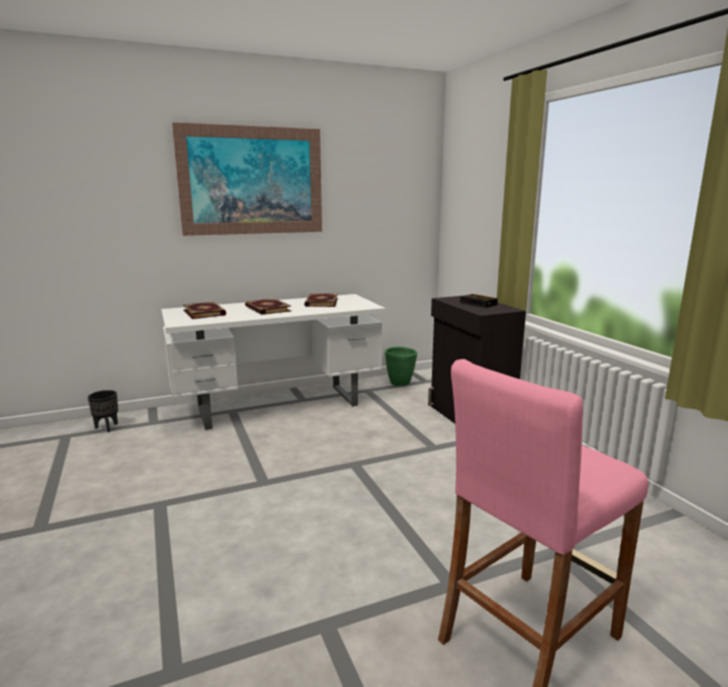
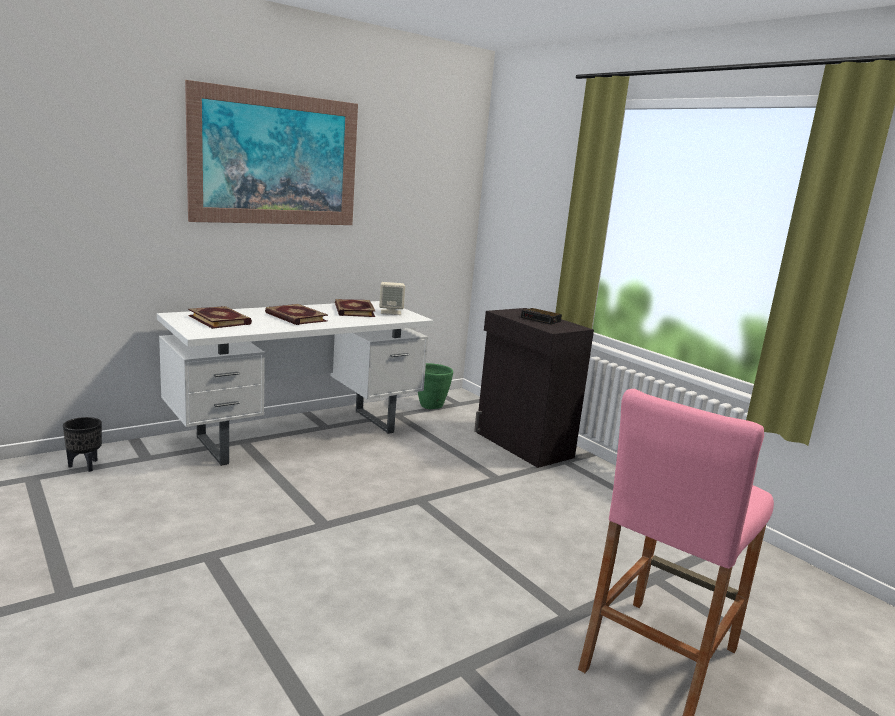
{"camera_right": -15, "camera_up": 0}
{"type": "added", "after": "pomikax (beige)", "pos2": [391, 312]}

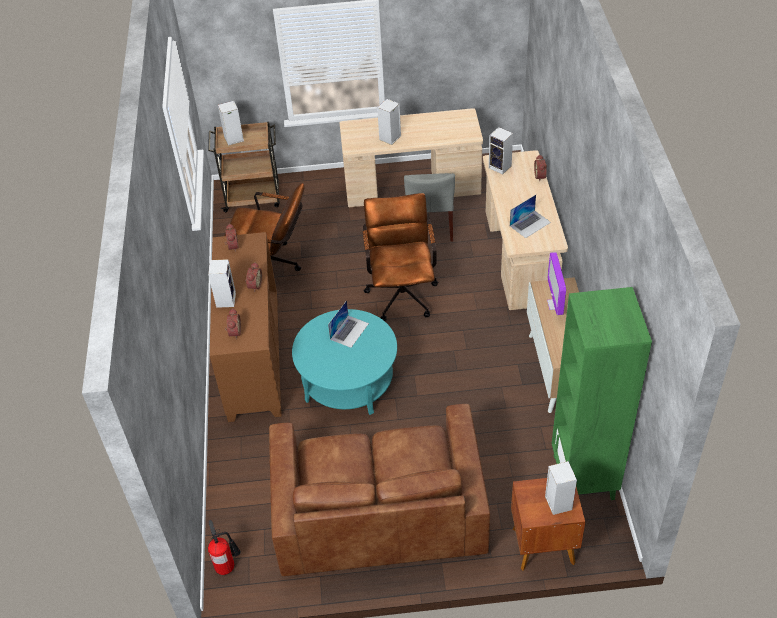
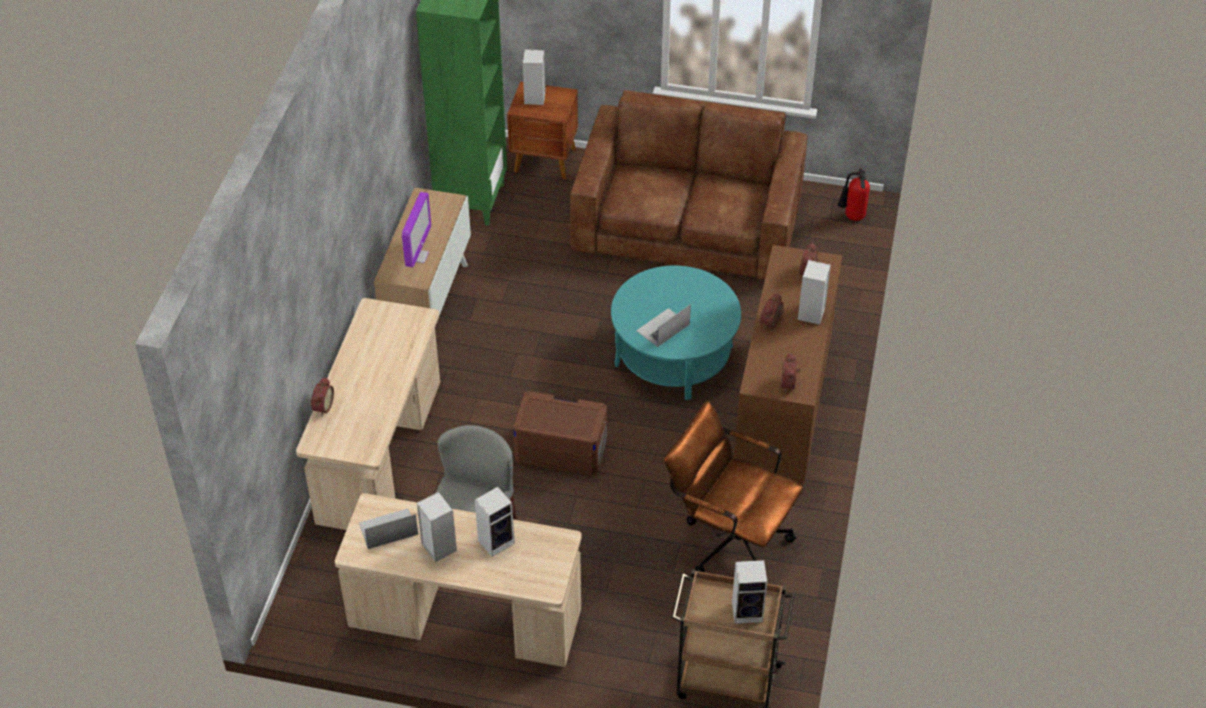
{"camera_right": -165, "camera_up": 0}
{"type": "moved", "before": "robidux", "pos1": [530, 224], "pos2": [388, 529]}
{"type": "moved", "before": "pomikax", "pos1": [501, 167], "pos2": [437, 546]}
{"type": "replaced", "before": "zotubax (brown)", "after": "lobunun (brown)", "pos1": [402, 291], "pos2": [560, 449]}

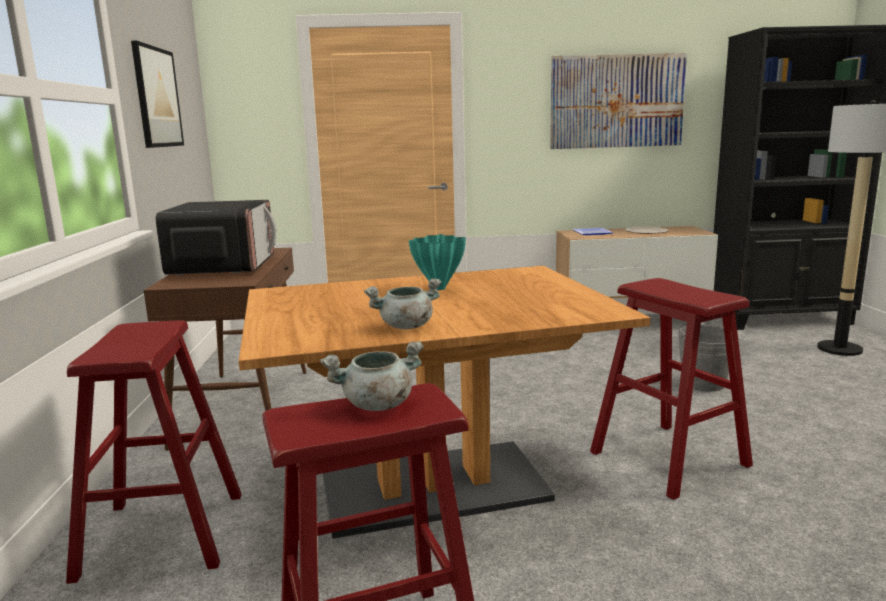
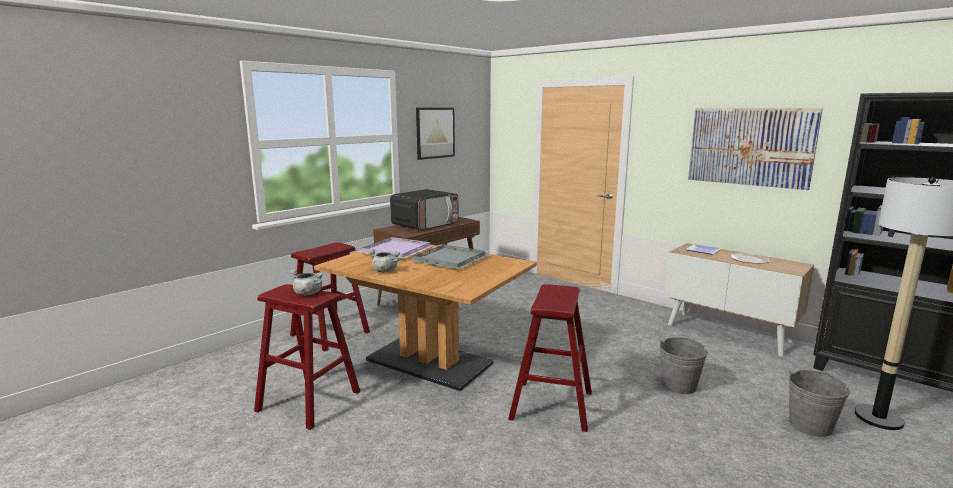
{"camera_right": 45, "camera_up": 0}
{"type": "added", "after": "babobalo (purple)", "pos2": [397, 251]}
{"type": "replaced", "before": "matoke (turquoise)", "after": "babobalo (grey)", "pos1": [439, 289], "pos2": [450, 259]}
{"type": "added", "after": "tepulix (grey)", "pos2": [810, 425]}

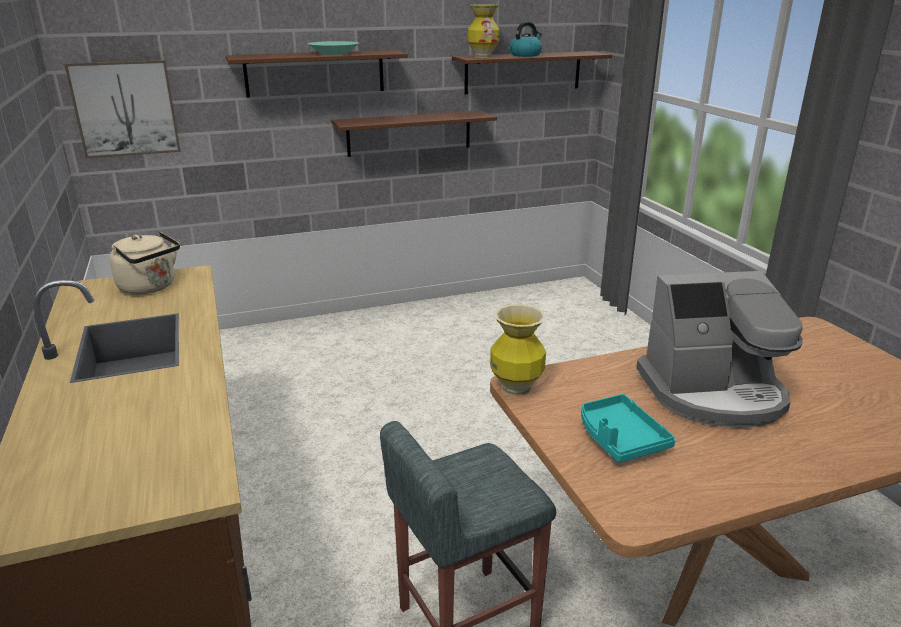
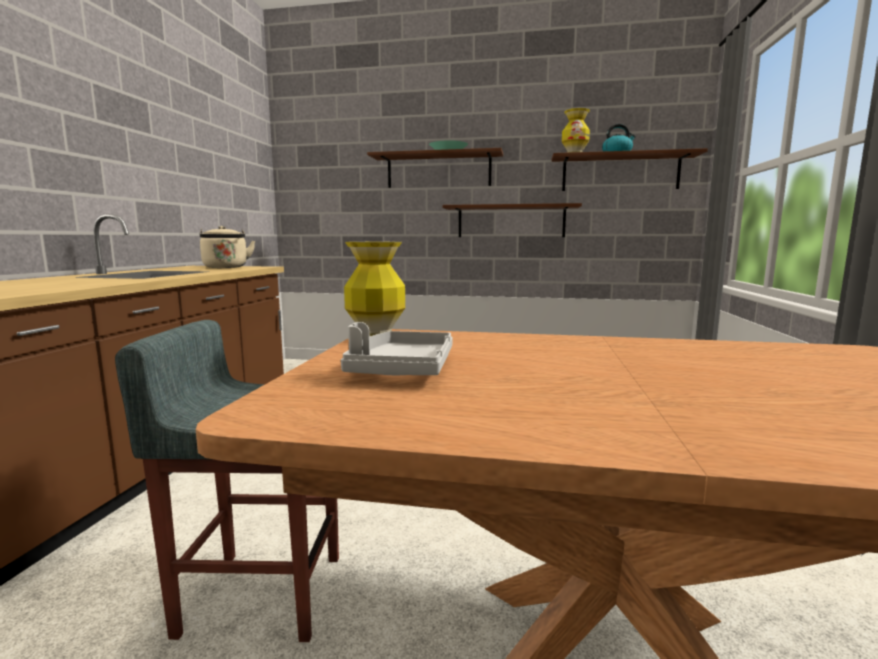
{"camera_right": 30, "camera_up": -15}
{"type": "recoloured", "before": "babobalo (turquoise)", "after": "babobalo (grey)", "pos1": [620, 438], "pos2": [402, 369]}
{"type": "removed", "before": "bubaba", "pos1": [125, 108]}
{"type": "removed", "before": "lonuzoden", "pos1": [713, 393]}

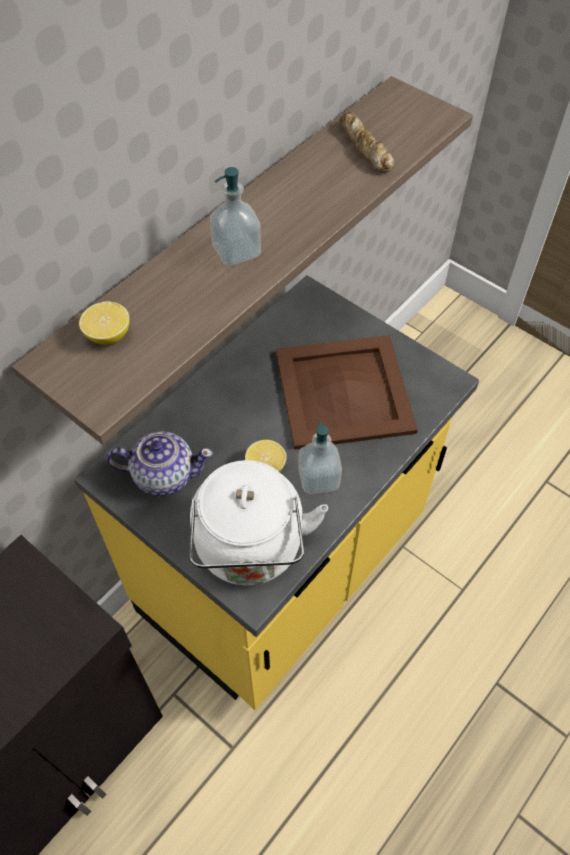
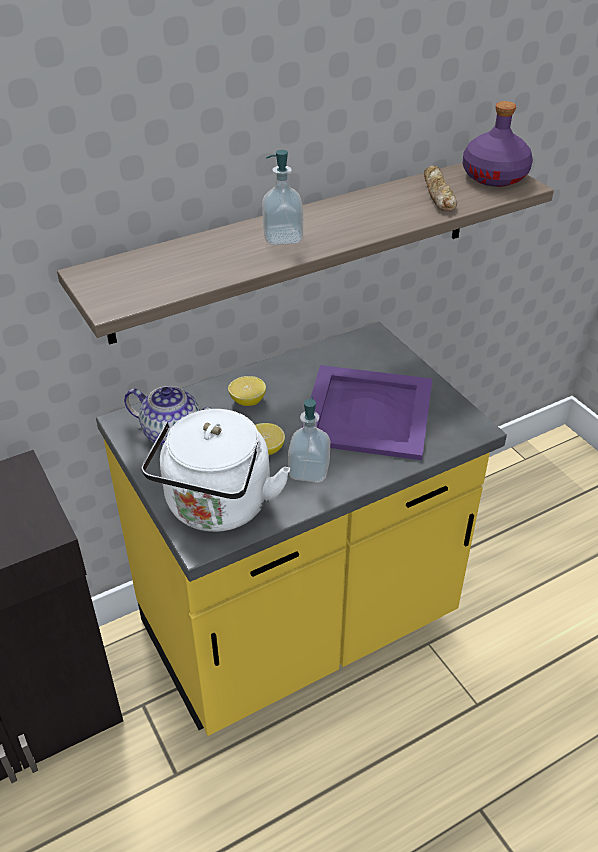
{"camera_right": 20, "camera_up": -15}
{"type": "moved", "before": "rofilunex", "pos1": [108, 335], "pos2": [247, 401]}
{"type": "recoloured", "before": "babobalo (brown)", "after": "babobalo (purple)", "pos1": [342, 390], "pos2": [366, 411]}
{"type": "added", "after": "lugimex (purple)", "pos2": [494, 176]}

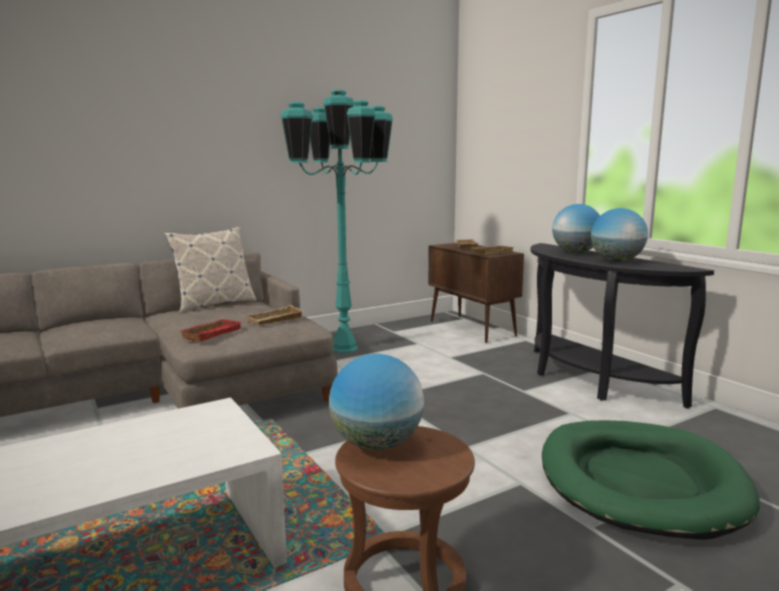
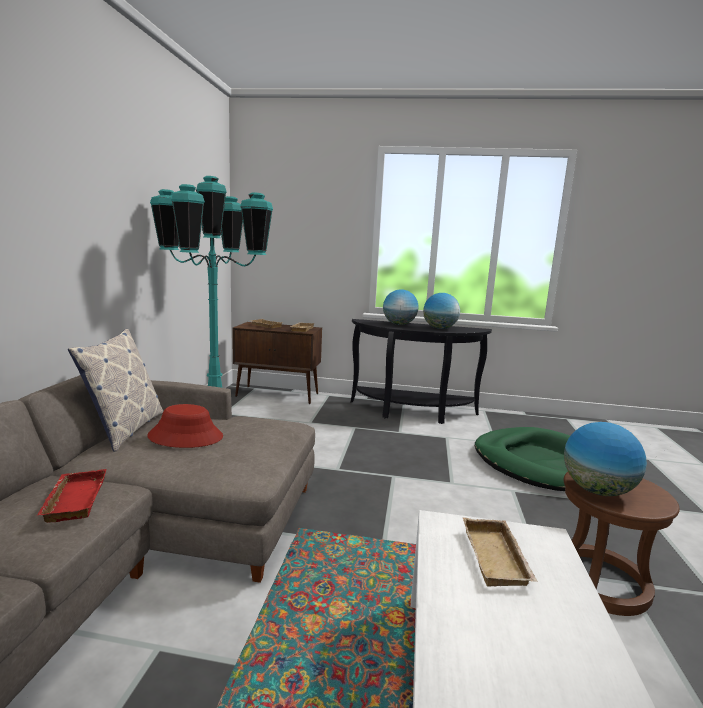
{"camera_right": -50, "camera_up": 0}
{"type": "moved", "before": "babobalo (red)", "pos1": [211, 333], "pos2": [73, 500]}
{"type": "added", "after": "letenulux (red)", "pos2": [186, 436]}
{"type": "moved", "before": "babobalo (beige)", "pos1": [275, 320], "pos2": [498, 558]}

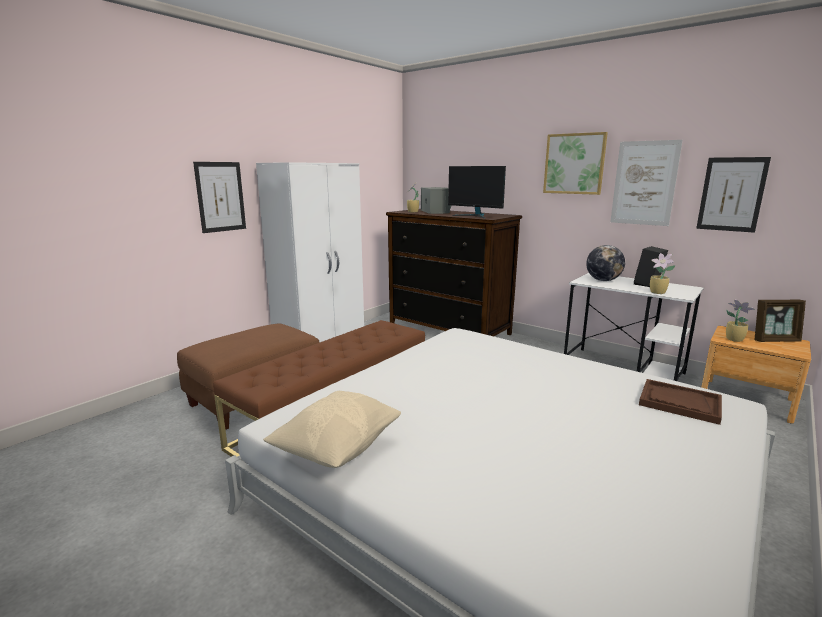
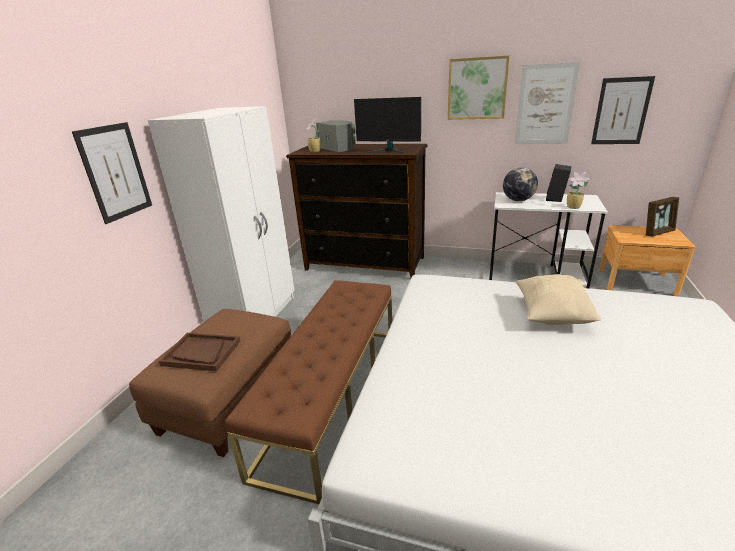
{"camera_right": -20, "camera_up": 10}
{"type": "moved", "before": "babobalo (brown)", "pos1": [679, 403], "pos2": [201, 353]}
{"type": "moved", "before": "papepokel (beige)", "pos1": [337, 449], "pos2": [552, 315]}
{"type": "removed", "before": "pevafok", "pos1": [733, 339]}

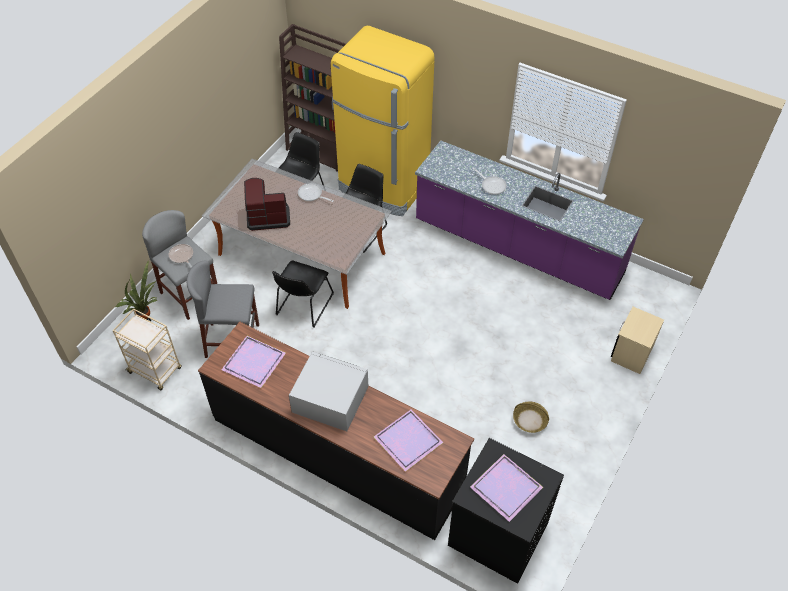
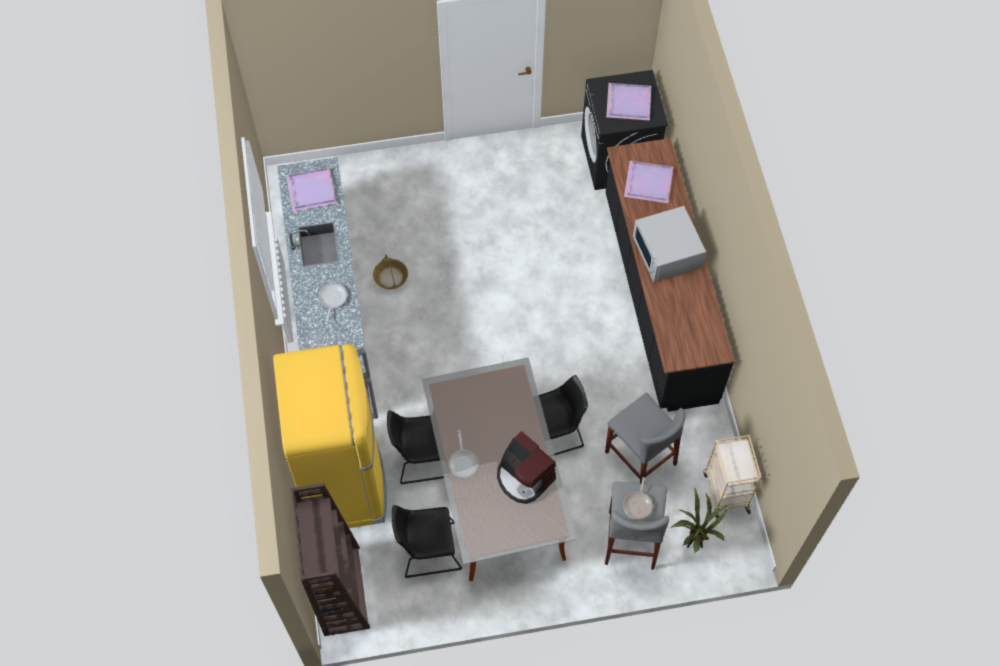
{"camera_right": -130, "camera_up": 10}
{"type": "moved", "before": "babobalo (purple)", "pos1": [254, 363], "pos2": [312, 189]}
{"type": "moved", "before": "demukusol", "pos1": [529, 420], "pos2": [391, 277]}
{"type": "removed", "before": "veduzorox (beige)", "pos1": [631, 353]}

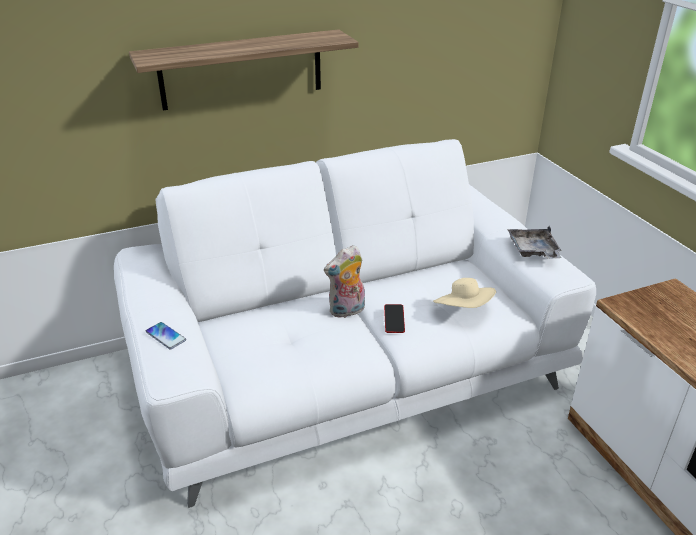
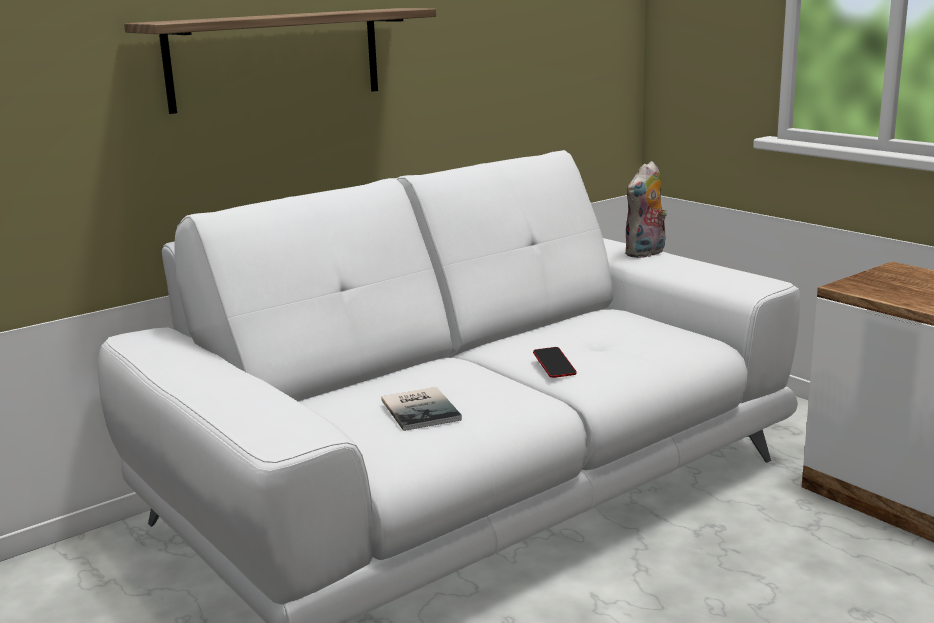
{"camera_right": -15, "camera_up": -15}
{"type": "added", "after": "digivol", "pos2": [422, 409]}
{"type": "moved", "before": "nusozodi", "pos1": [347, 311], "pos2": [646, 253]}
{"type": "removed", "before": "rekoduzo", "pos1": [165, 336]}
{"type": "removed", "before": "letenulux (beige)", "pos1": [463, 310]}
{"type": "removed", "before": "babobalo (grey)", "pos1": [533, 251]}

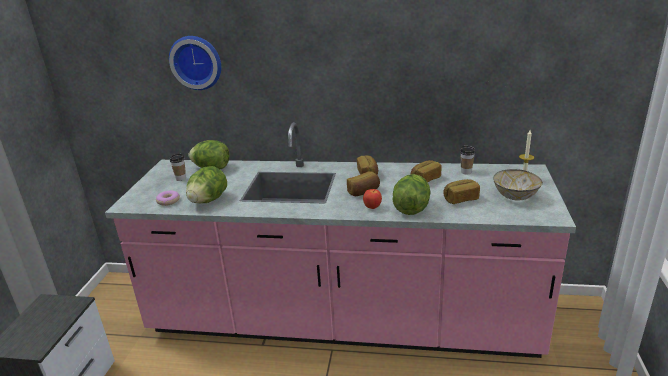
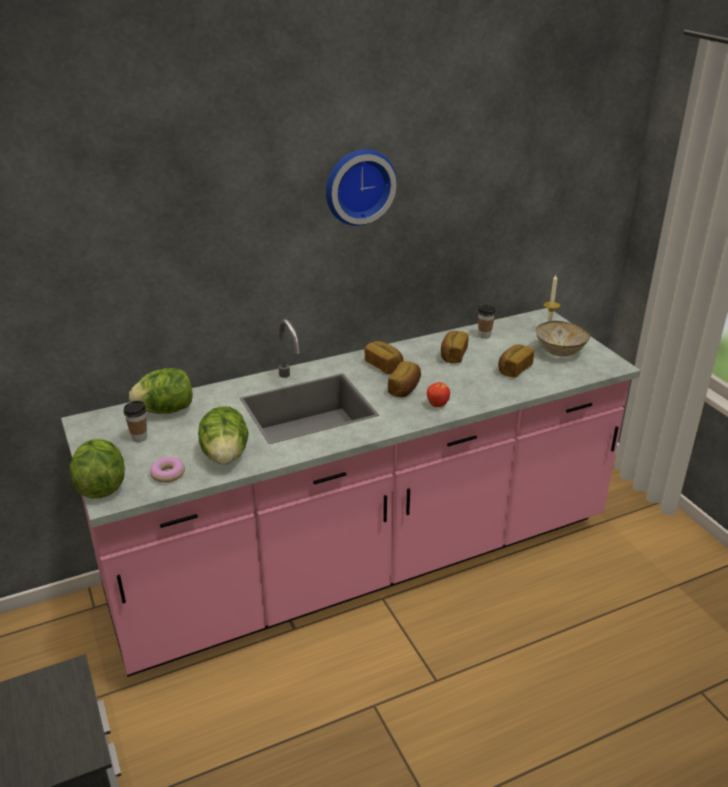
{"camera_right": -35, "camera_up": 5}
{"type": "moved", "before": "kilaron", "pos1": [411, 209], "pos2": [101, 486]}
{"type": "moved", "before": "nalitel", "pos1": [197, 62], "pos2": [358, 186]}

